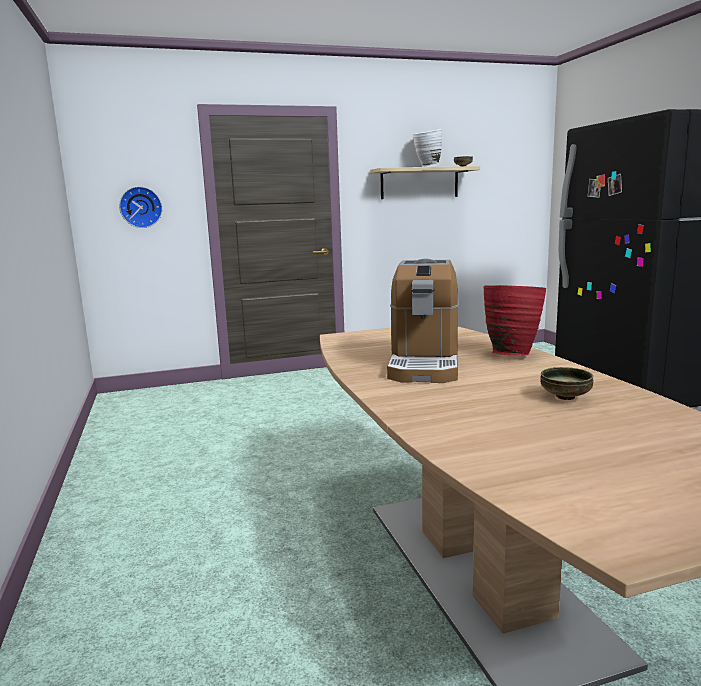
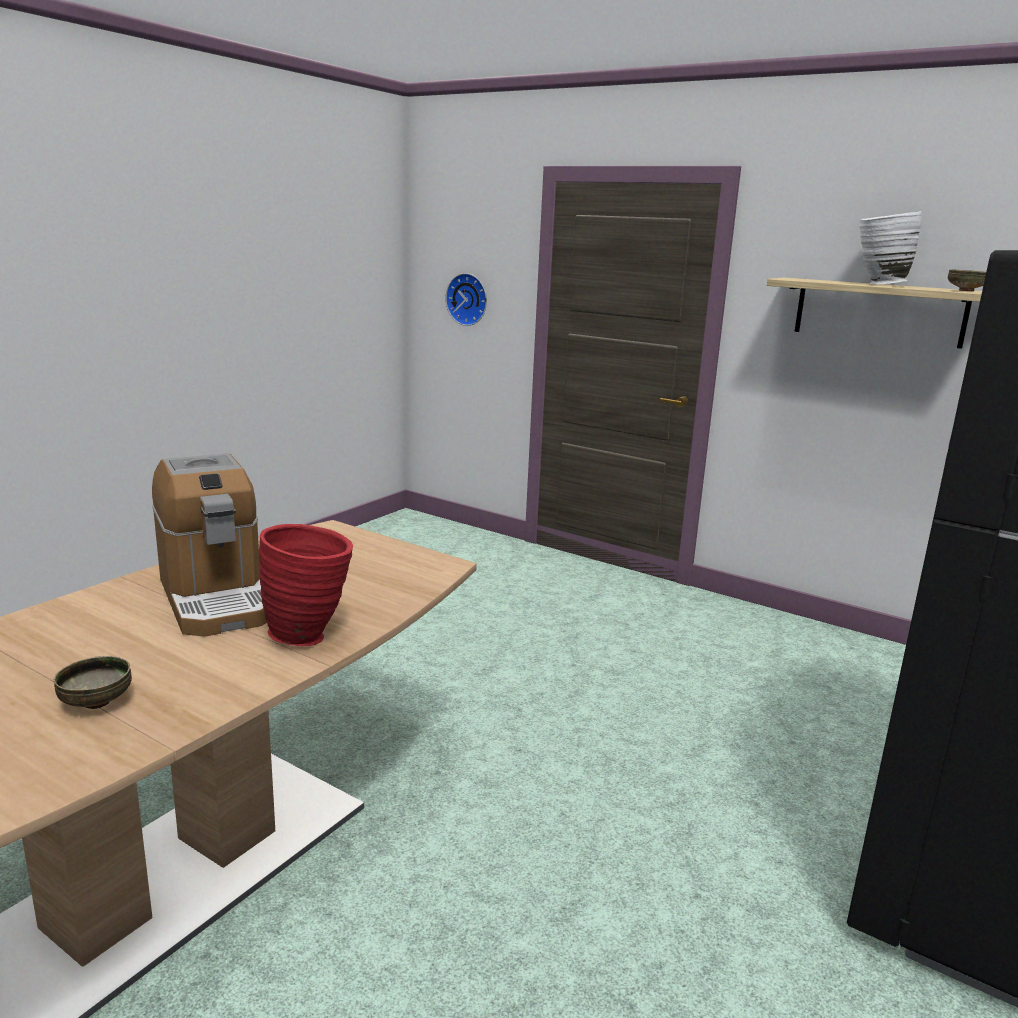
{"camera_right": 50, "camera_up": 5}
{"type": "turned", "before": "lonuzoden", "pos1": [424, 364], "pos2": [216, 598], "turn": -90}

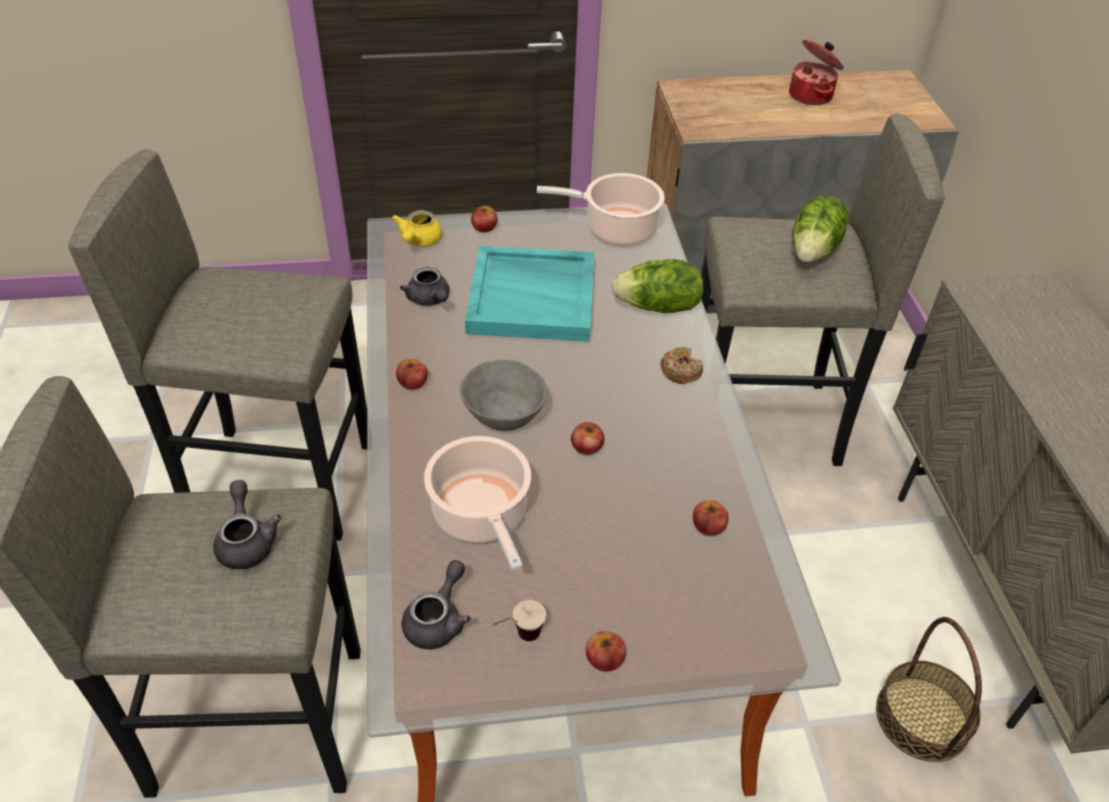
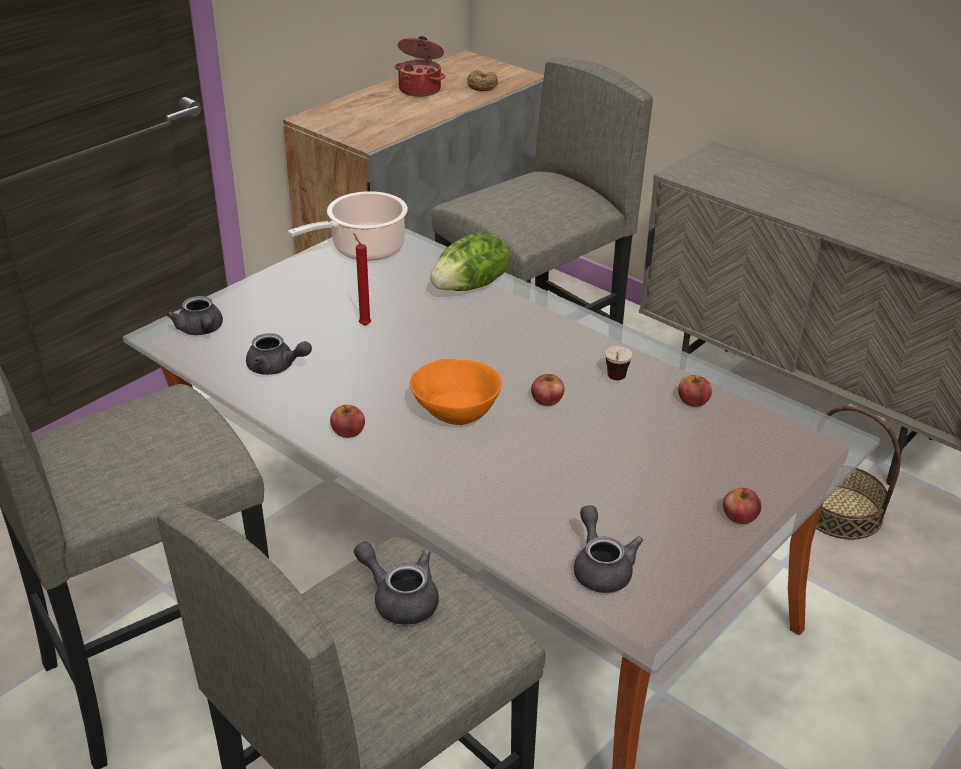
{"camera_right": -40, "camera_up": -10}
{"type": "recoloured", "before": "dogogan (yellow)", "after": "dogogan (grey)", "pos1": [418, 241], "pos2": [201, 330]}
{"type": "replaced", "before": "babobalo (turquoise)", "after": "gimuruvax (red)", "pos1": [533, 297], "pos2": [364, 324]}
{"type": "recoloured", "before": "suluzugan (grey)", "after": "suluzugan (orange)", "pos1": [505, 414], "pos2": [457, 412]}
{"type": "moved", "before": "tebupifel", "pos1": [680, 371], "pos2": [482, 86]}
{"type": "moved", "before": "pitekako", "pos1": [518, 639], "pos2": [615, 382]}
{"type": "removed", "before": "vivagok", "pos1": [481, 517]}
{"type": "removed", "before": "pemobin", "pos1": [484, 227]}
{"type": "removed", "before": "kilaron", "pos1": [814, 250]}

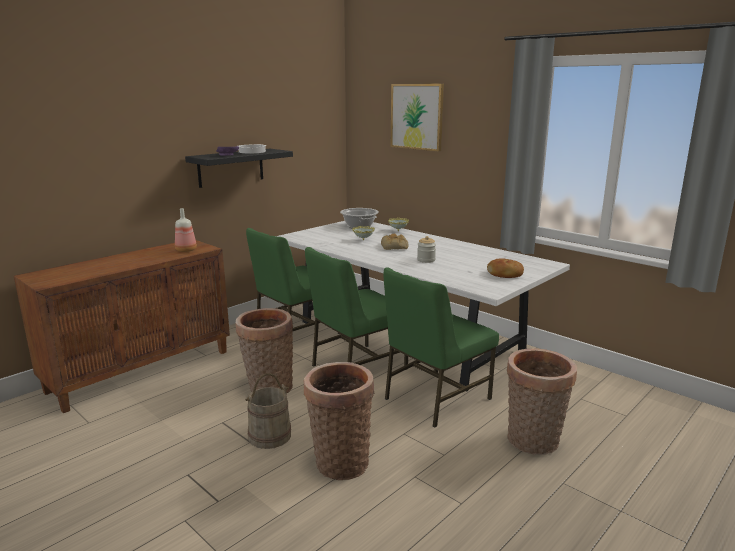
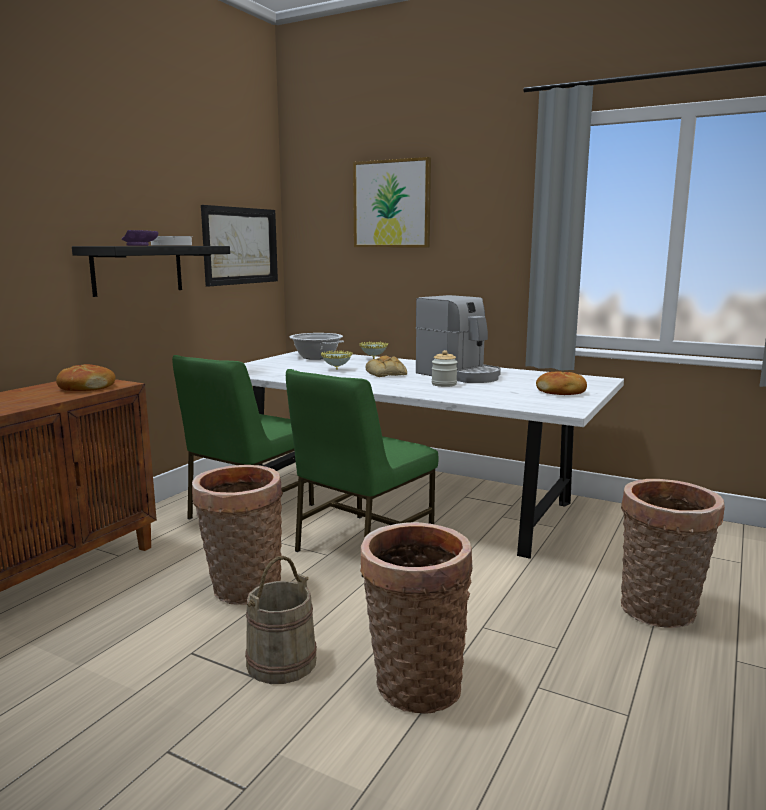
{"camera_right": -15, "camera_up": -5}
{"type": "replaced", "before": "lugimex", "after": "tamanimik", "pos1": [186, 250], "pos2": [86, 387]}
{"type": "added", "after": "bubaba", "pos2": [240, 246]}
{"type": "added", "after": "lonuzoden", "pos2": [459, 375]}
{"type": "removed", "before": "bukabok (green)", "pos1": [435, 398]}

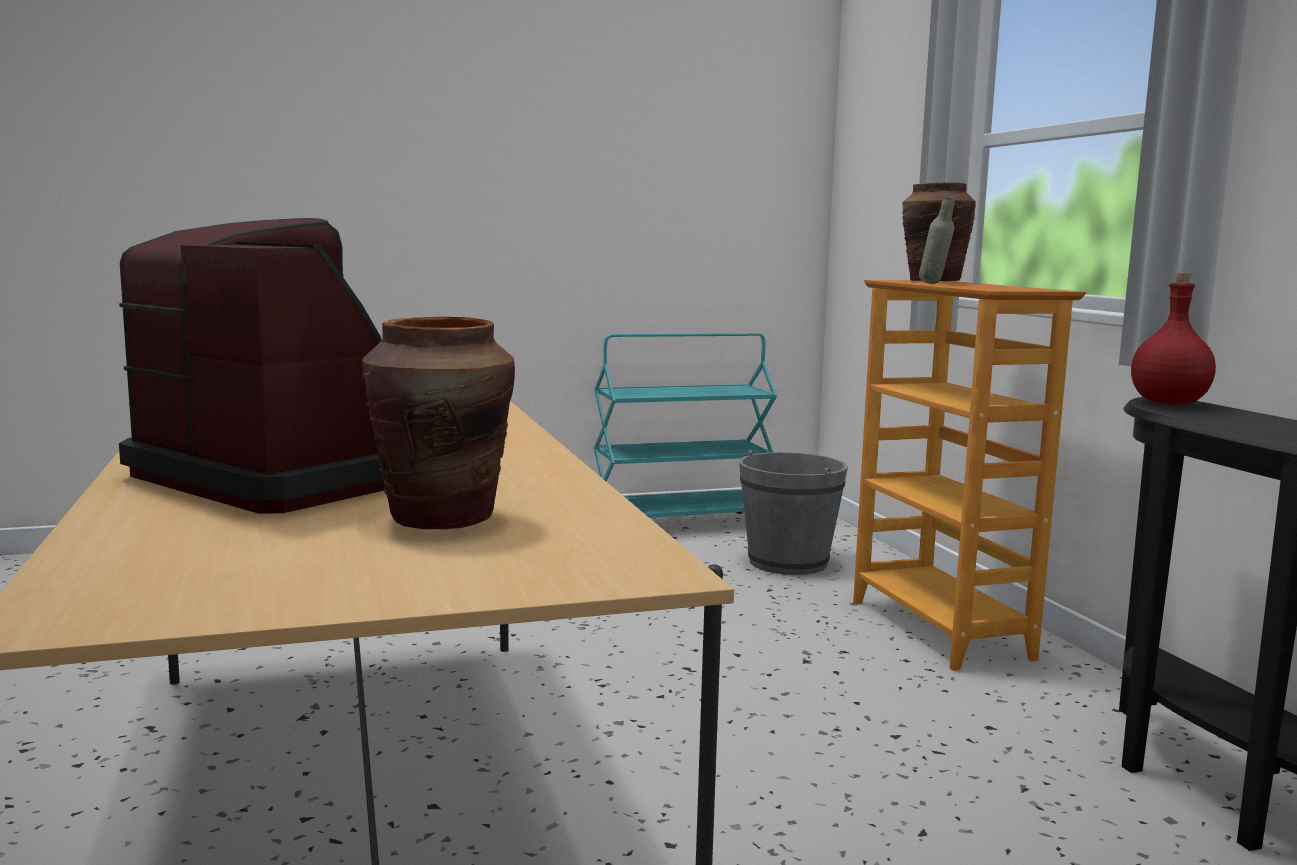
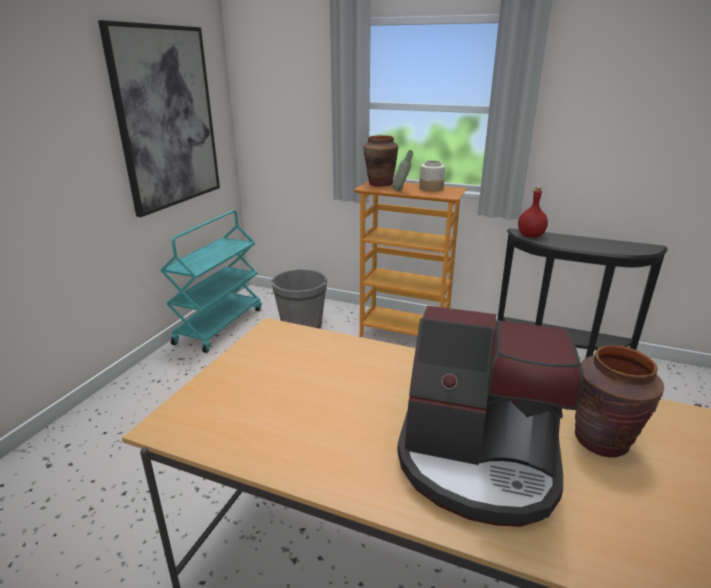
{"camera_right": -50, "camera_up": 15}
{"type": "added", "after": "bubaba", "pos2": [167, 118]}
{"type": "turned", "before": "lonuzoden", "pos1": [287, 475], "pos2": [478, 461], "turn": -150}
{"type": "added", "after": "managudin", "pos2": [431, 188]}

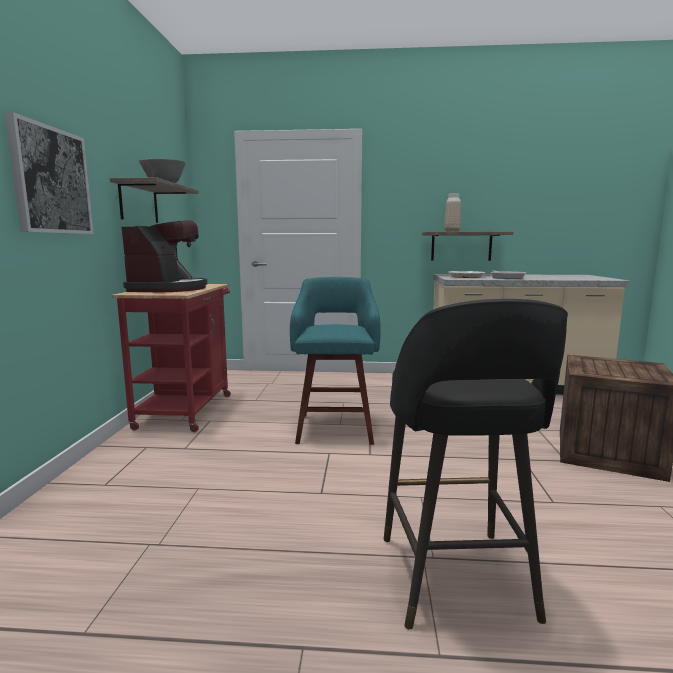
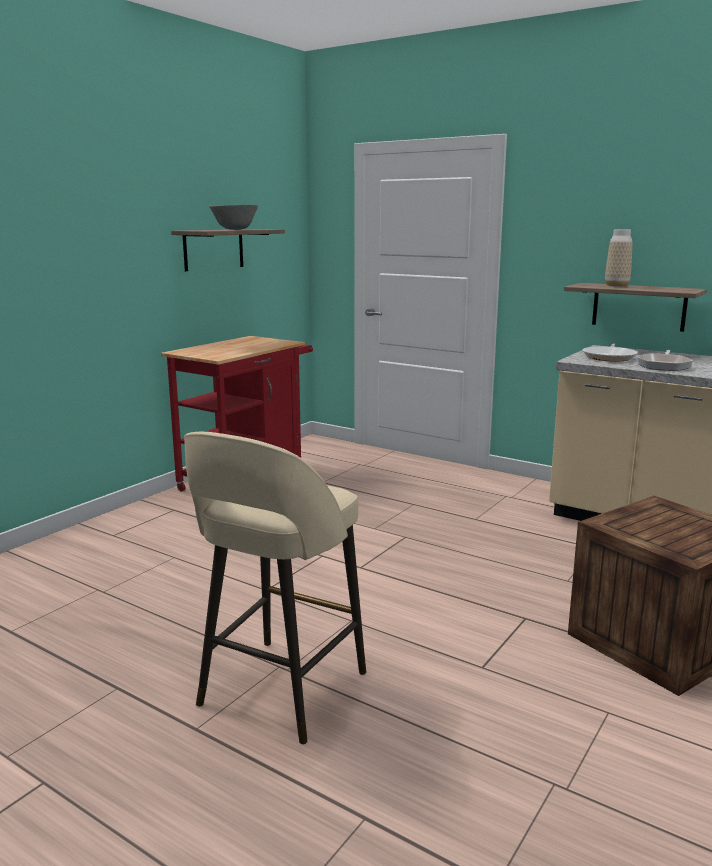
{"camera_right": 30, "camera_up": 5}
{"type": "recoloured", "before": "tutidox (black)", "after": "tutidox (beige)", "pos1": [456, 580], "pos2": [280, 691]}
{"type": "removed", "before": "bubaba", "pos1": [51, 181]}
{"type": "removed", "before": "lonuzoden", "pos1": [169, 289]}
{"type": "removed", "before": "tutidox (turquoise)", "pos1": [335, 427]}

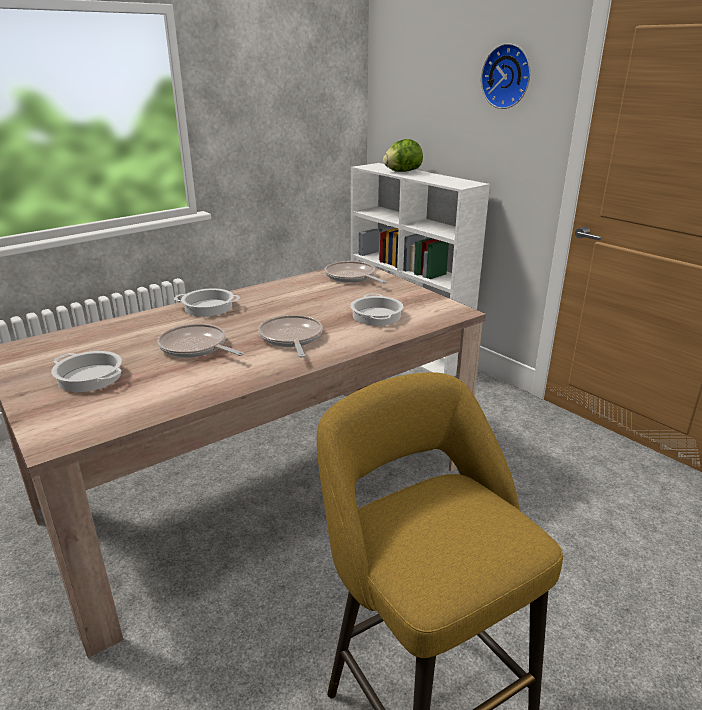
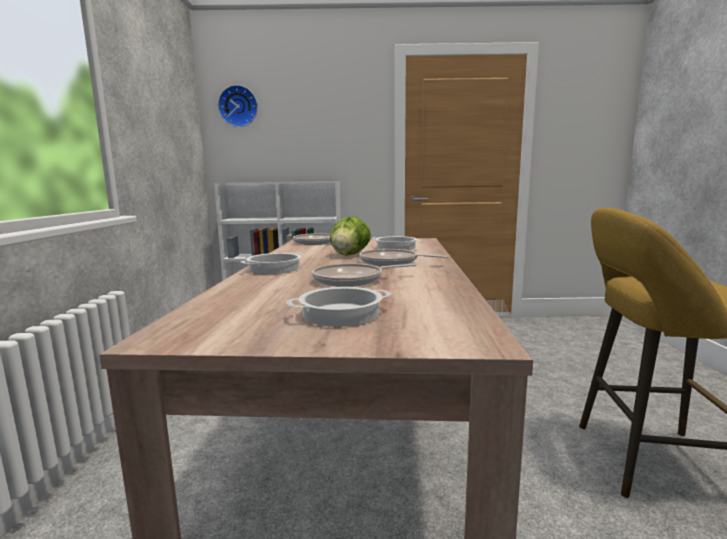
{"camera_right": -50, "camera_up": -15}
{"type": "moved", "before": "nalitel", "pos1": [508, 76], "pos2": [238, 106]}
{"type": "moved", "before": "kilaron", "pos1": [402, 171], "pos2": [350, 255]}

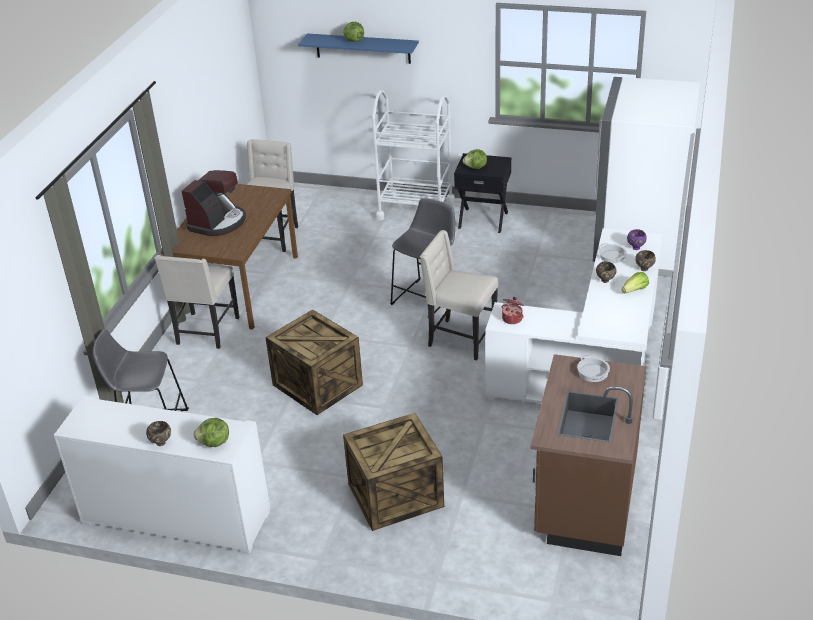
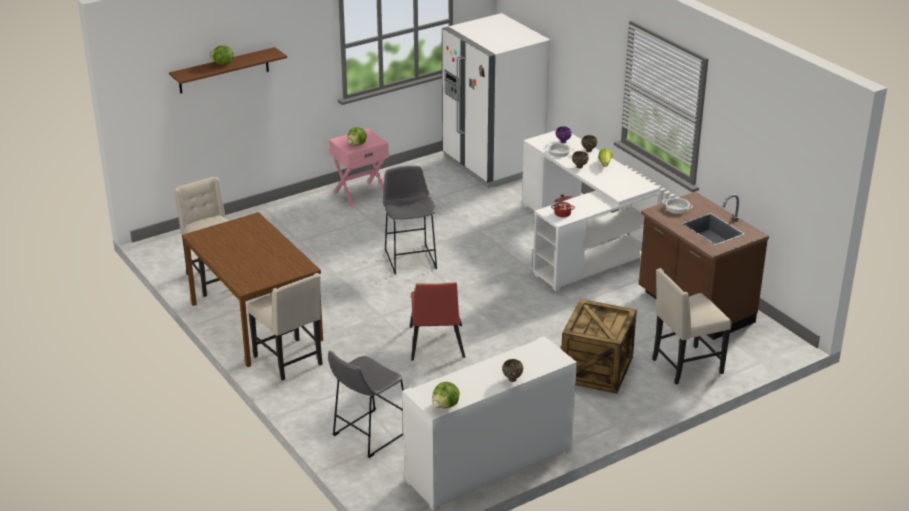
{"camera_right": -50, "camera_up": -5}
{"type": "recoloured", "before": "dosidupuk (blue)", "after": "dosidupuk (brown)", "pos1": [363, 48], "pos2": [223, 70]}
{"type": "recoloured", "before": "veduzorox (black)", "after": "veduzorox (pink)", "pos1": [483, 219], "pos2": [360, 193]}
{"type": "replaced", "before": "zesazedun", "after": "bukabok (red)", "pos1": [316, 385], "pos2": [436, 345]}
{"type": "moved", "before": "kilaron", "pos1": [214, 443], "pos2": [446, 405]}
{"type": "moved", "before": "bukabok (beige)", "pos1": [460, 339], "pos2": [685, 366]}
{"type": "removed", "before": "lonuzoden", "pos1": [218, 222]}
{"type": "removed", "before": "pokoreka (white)", "pos1": [416, 209]}

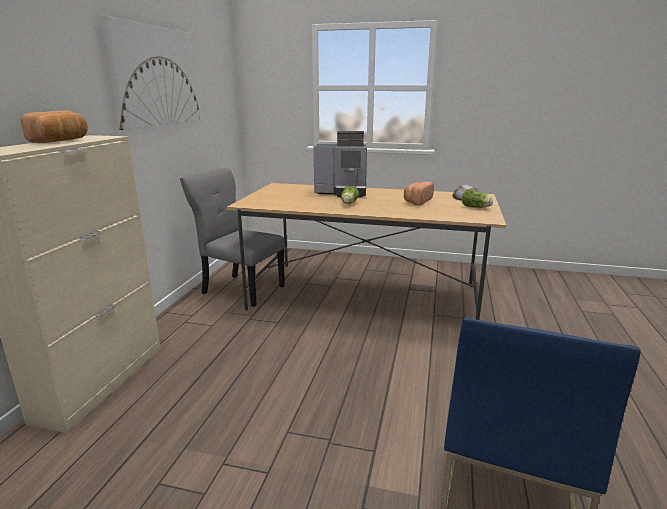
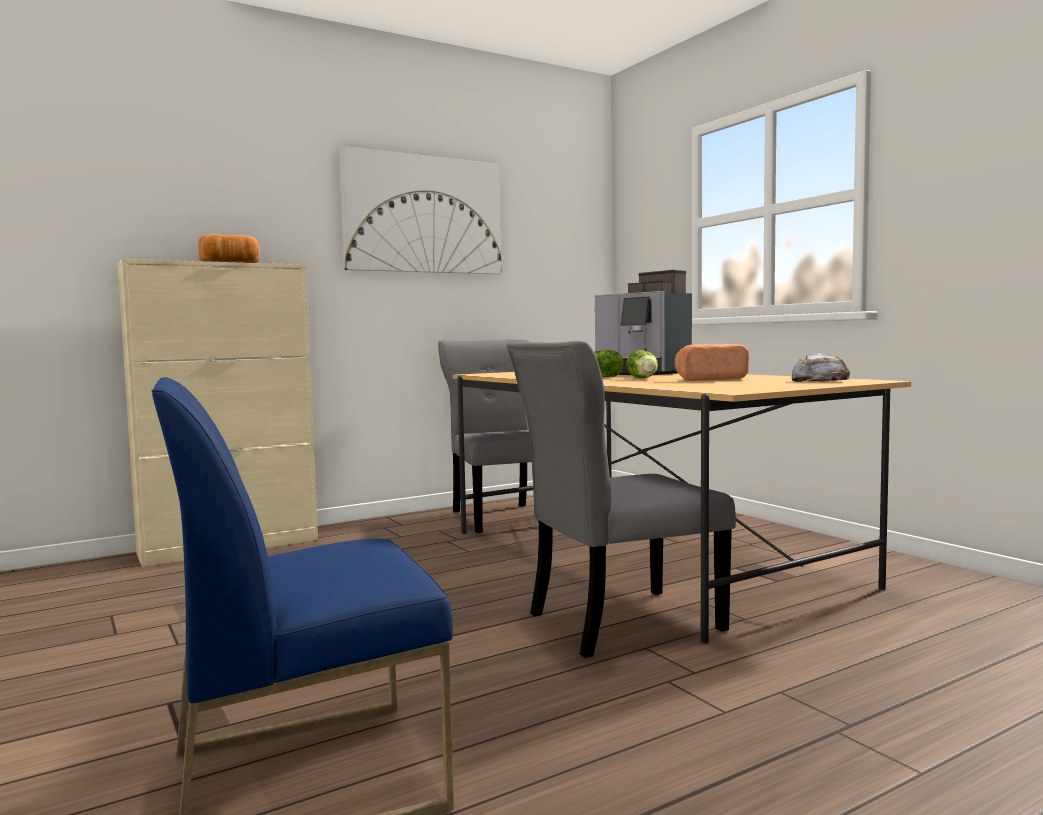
{"camera_right": 45, "camera_up": -15}
{"type": "added", "after": "bukabok (grey)", "pos2": [617, 623]}
{"type": "moved", "before": "kilaron", "pos1": [476, 207], "pos2": [643, 378]}

